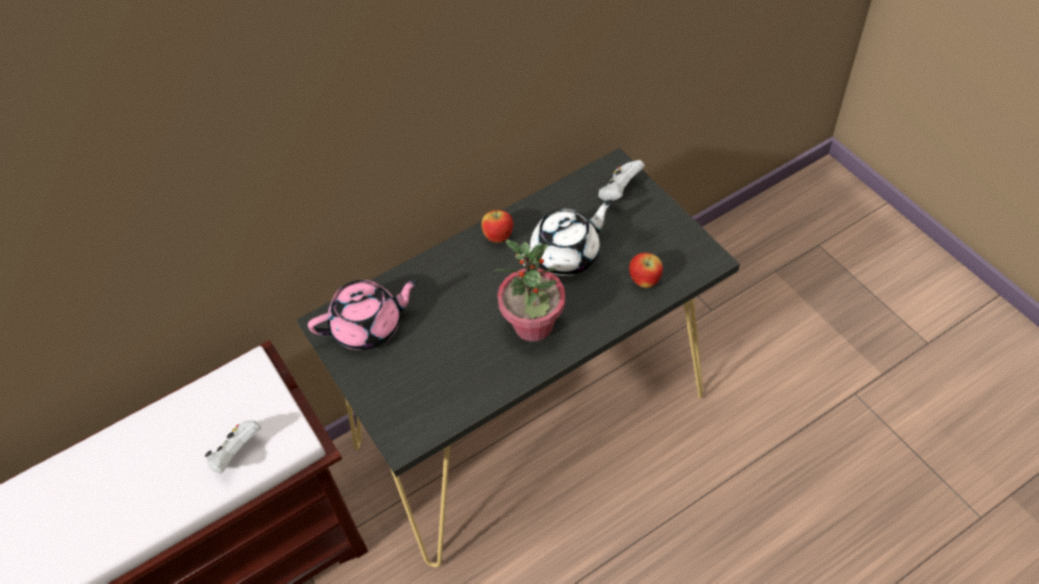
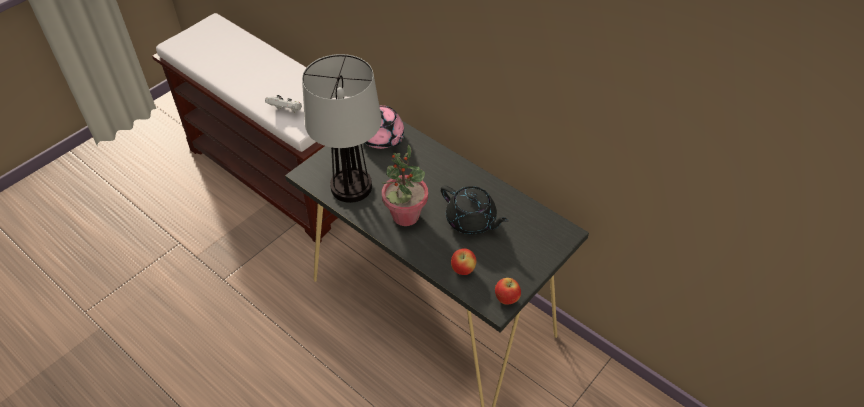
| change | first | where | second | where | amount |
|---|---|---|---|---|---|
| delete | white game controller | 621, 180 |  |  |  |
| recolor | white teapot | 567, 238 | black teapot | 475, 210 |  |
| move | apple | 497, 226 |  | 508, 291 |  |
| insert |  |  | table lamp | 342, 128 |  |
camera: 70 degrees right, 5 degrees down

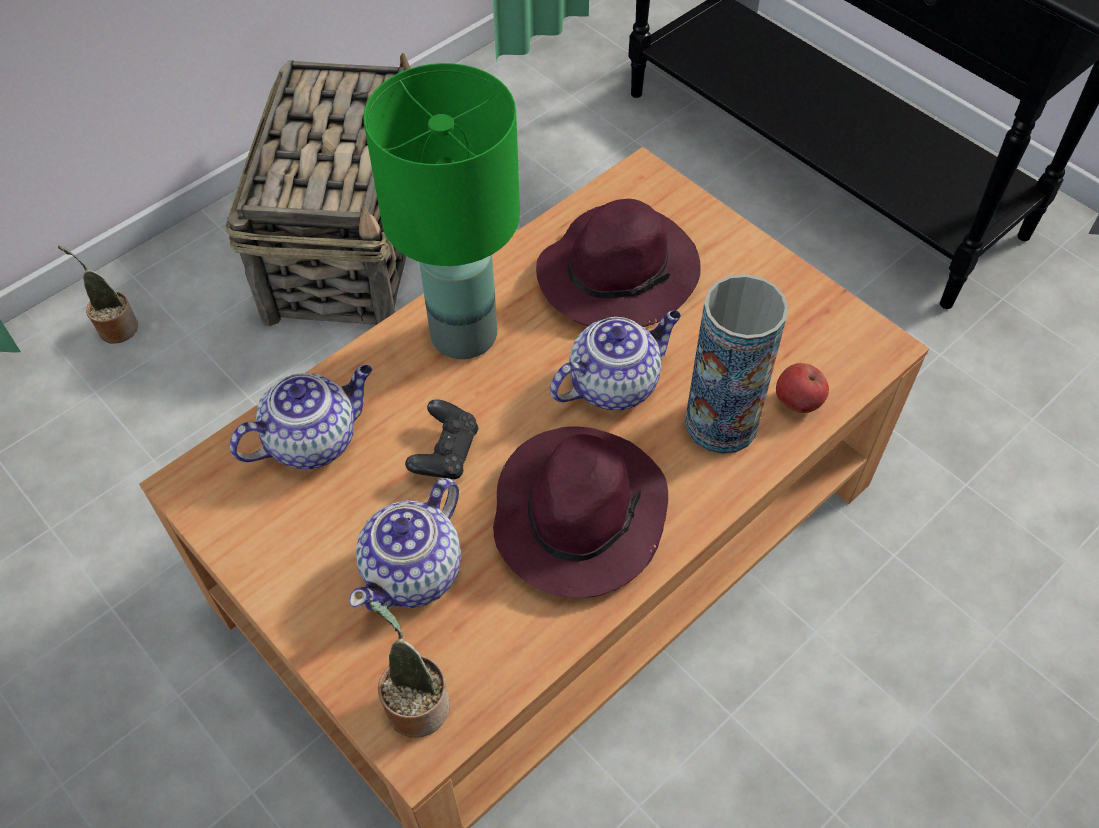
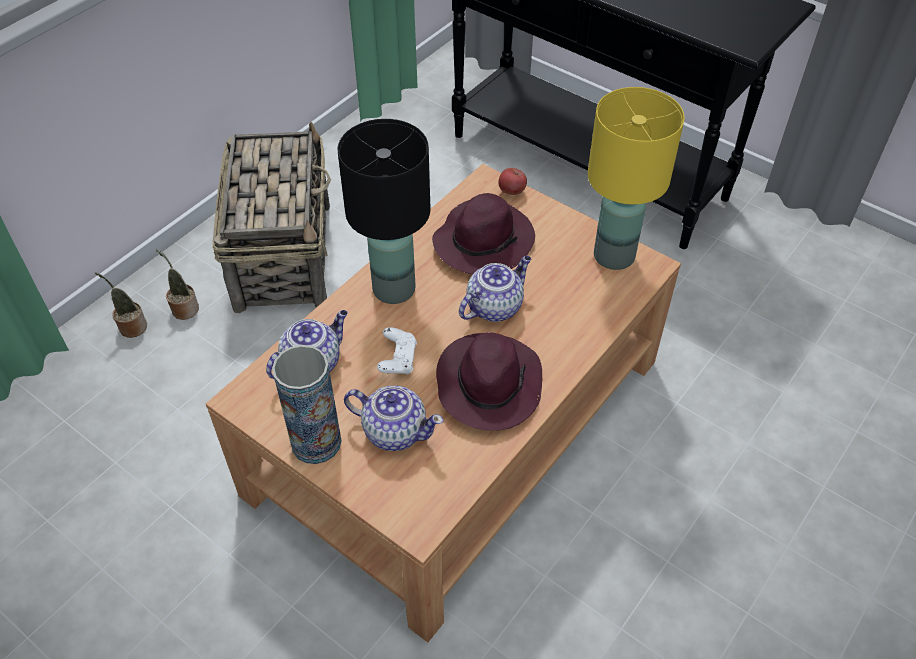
| change | first | where | second | where | amount |
|---|---|---|---|---|---|
| recolor | green table lamp | 442, 211 | black table lamp | 383, 211 |  |
| move | vase | 736, 364 |  | 307, 404 |  |
| move | apple | 802, 388 |  | 512, 181 |  |
| recolor | black game controller | 441, 439 | white game controller | 397, 351 |  |
| rotate | teapot | 405, 544 |  | 394, 418 | 90 degrees counterclockwise |
| move | potted plant | 409, 669 |  | 177, 284 |  |
| insert |  |  | yellow table lamp | 636, 178 |  |
camera: 10 degrees left, 5 degrees down

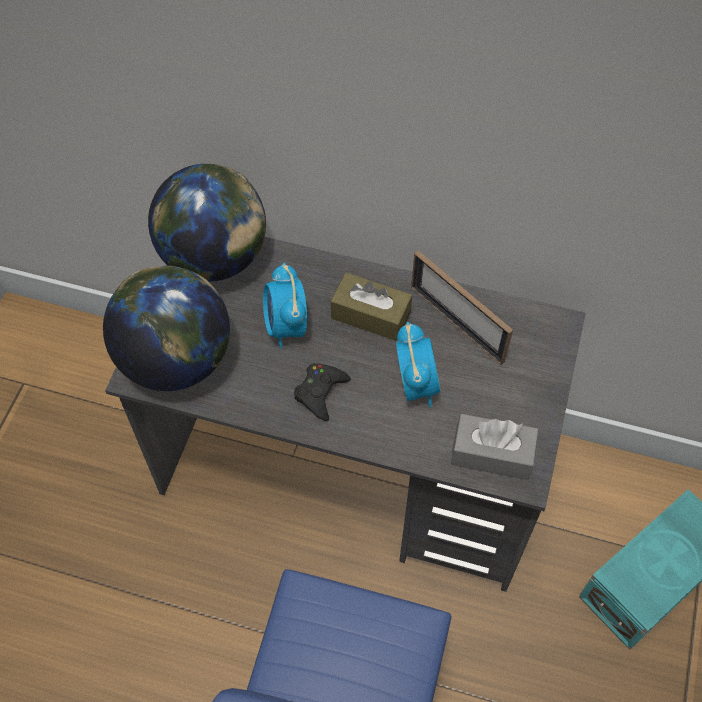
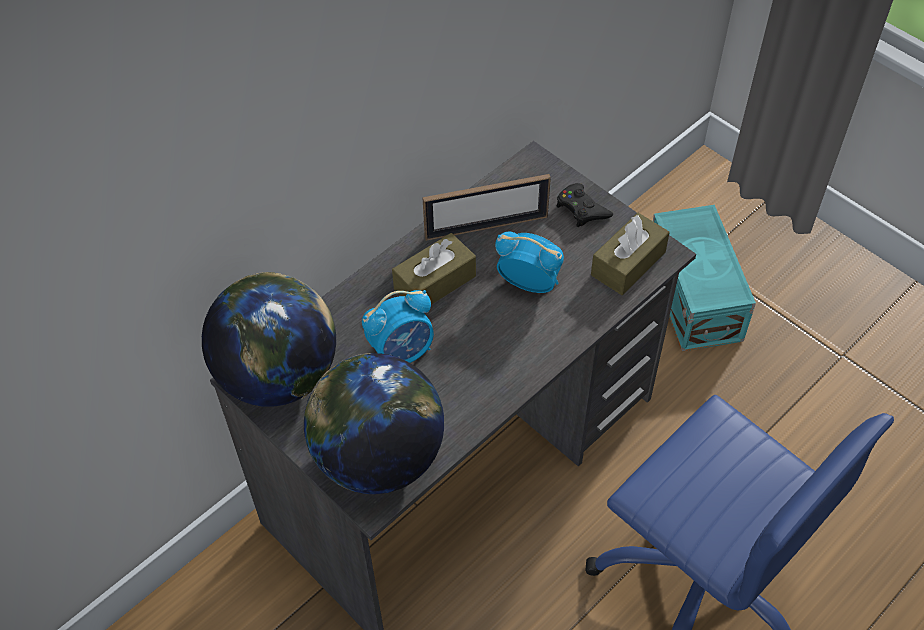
| change | first | where | second | where | amount |
|---|---|---|---|---|---|
| rotate | alarm clock | 285, 305 |  | 398, 326 | 45 degrees counterclockwise |
| move | black game controller | 322, 392 |  | 585, 205 |  |
| recolor | grey tissue box | 495, 447 | brown tissue box | 630, 254 |  |
camera: 60 degrees left, 5 degrees down

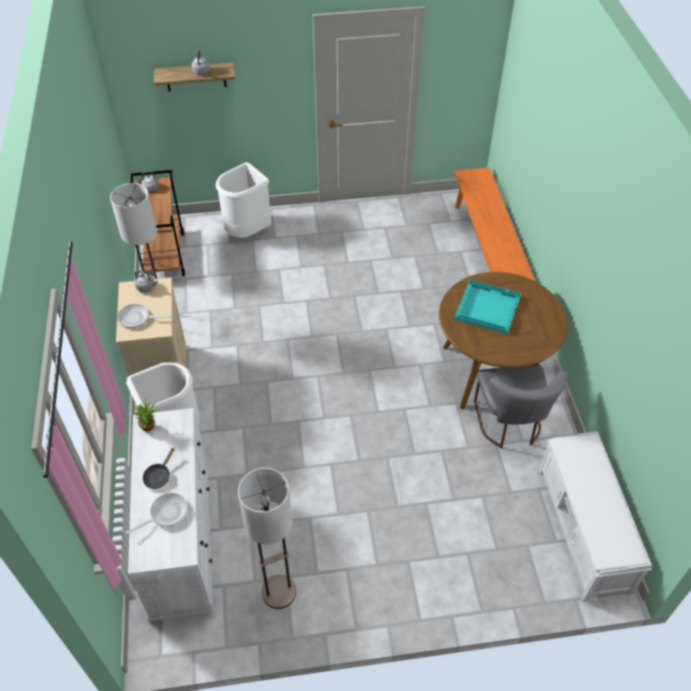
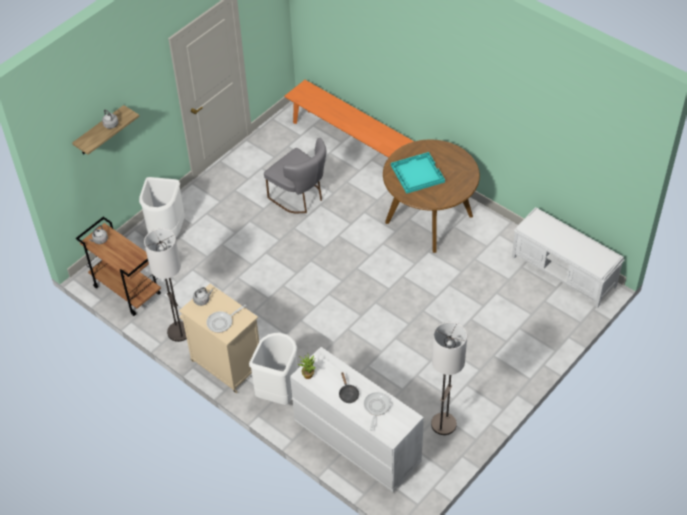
| change | first | where | second | where | amount |
|---|---|---|---|---|---|
| move | grey chair | 520, 406 |  | 295, 175 |  |
camera: 40 degrees left, 0 degrees up

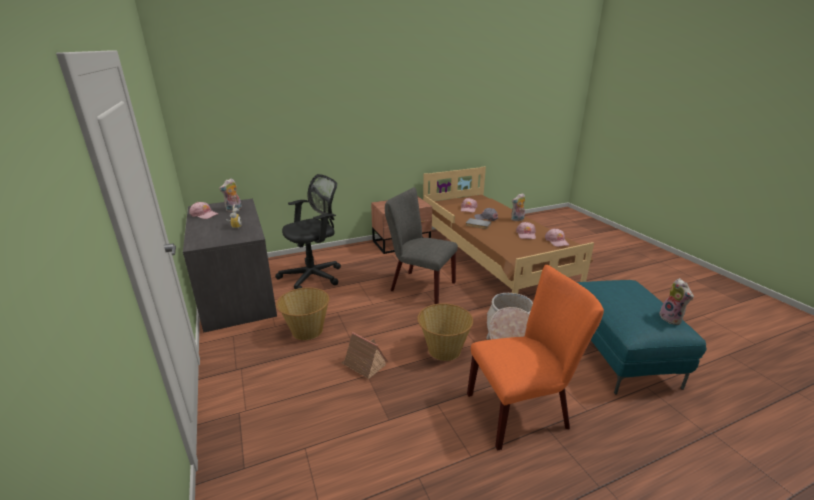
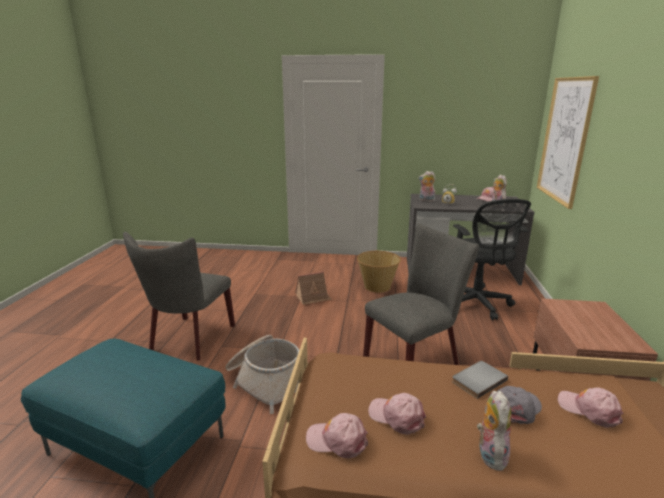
| change | first | where | second | where | amount |
|---|---|---|---|---|---|
| recolor | orange chair | 535, 358 | grey chair | 179, 296 |  |
| move | plush toy | 676, 301 |  | 427, 186 |  |
| delete | basket | 445, 332 |  |  |  |
| insert |  |  | picture | 568, 142 |  |
camera: 120 degrees right, 5 degrees down

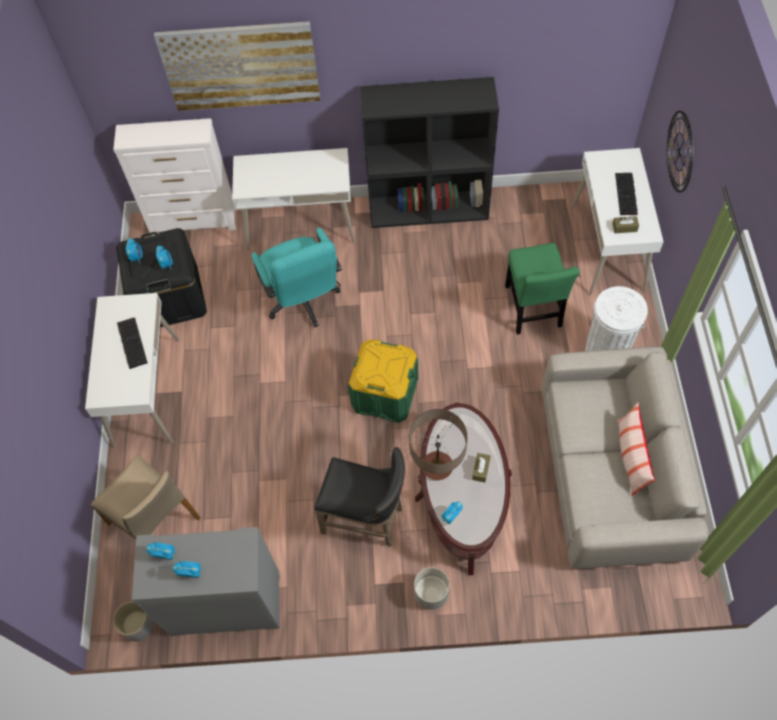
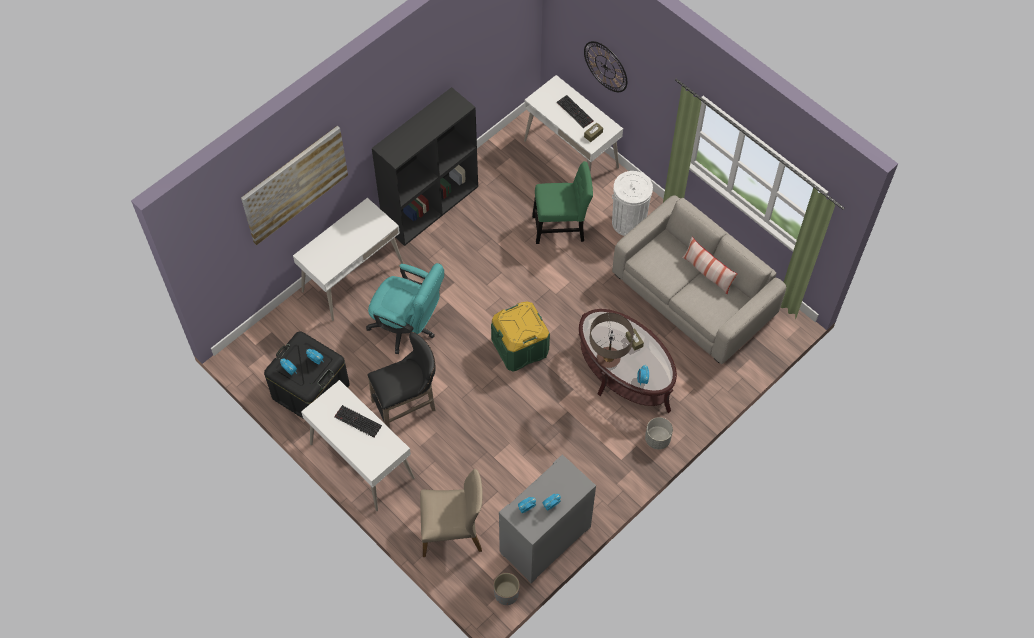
| change | first | where | second | where | amount |
|---|---|---|---|---|---|
| delete | white dresser | 174, 177 |  |  |  |
| rotate | green chair | 542, 289 |  | 562, 202 | 45 degrees counterclockwise |
| move | black stool | 359, 497 |  | 401, 380 |  |
camera: 45 degrees left, 0 degrees up

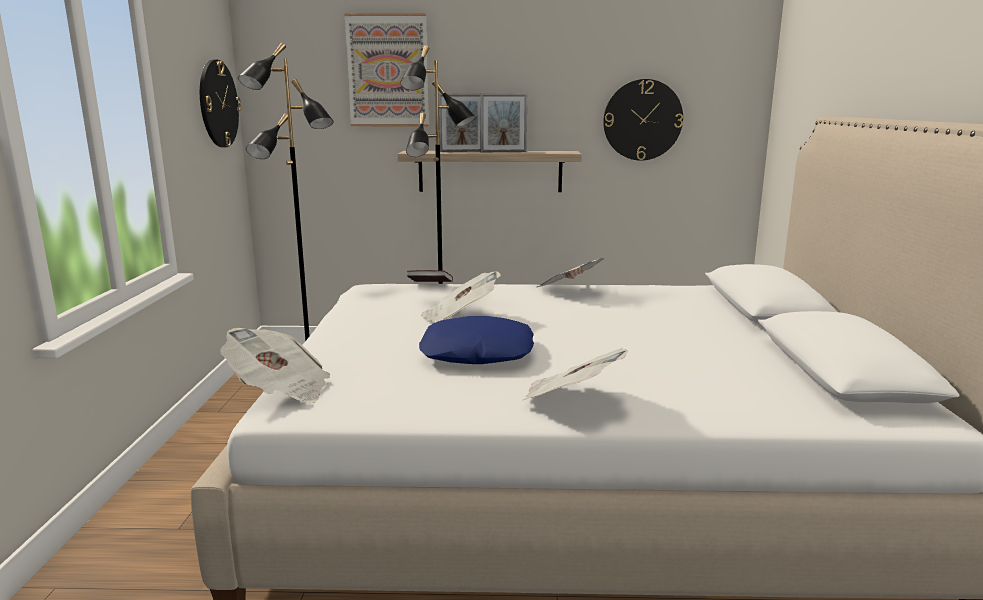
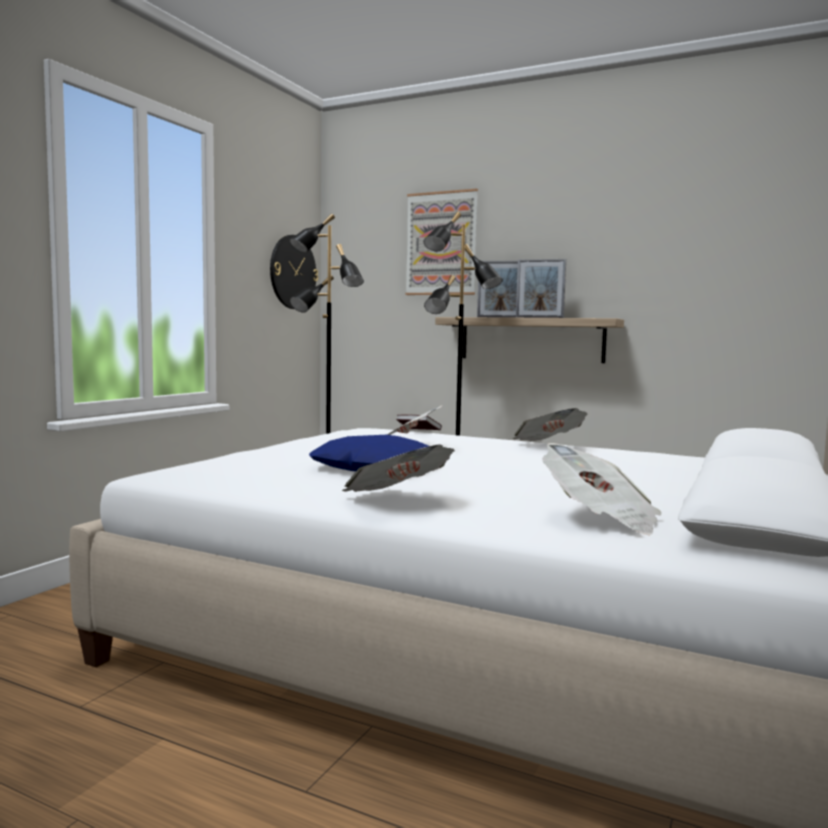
| change | first | where | second | where | amount |
|---|---|---|---|---|---|
| delete | wall clock | 643, 120 |  |  |  |
| move | newspaper | 275, 366 |  | 601, 489 |  |
camera: 25 degrees right, 10 degrees down

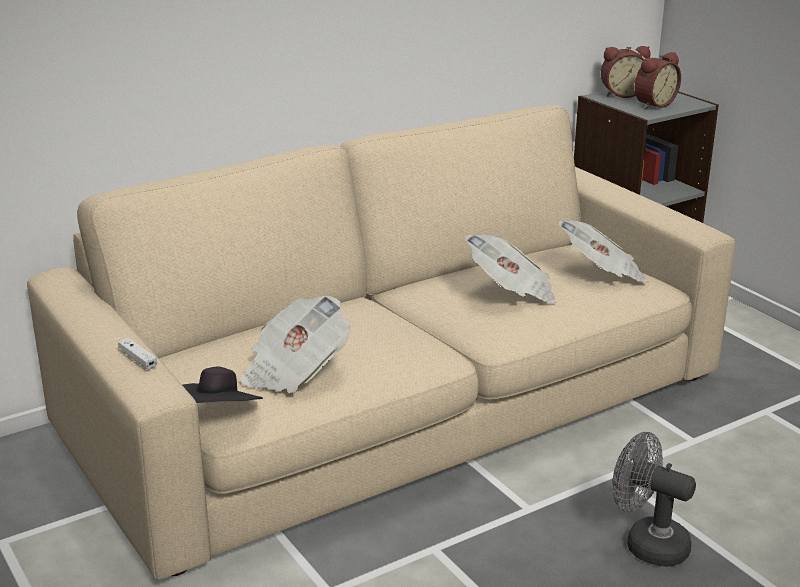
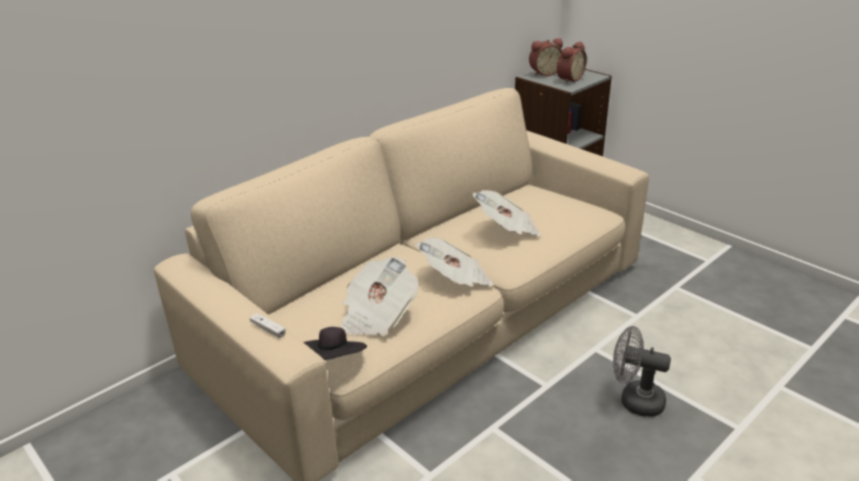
| change | first | where | second | where | amount |
|---|---|---|---|---|---|
| move | newspaper | 603, 251 |  | 455, 262 |  |
camera: 10 degrees left, 5 degrees up

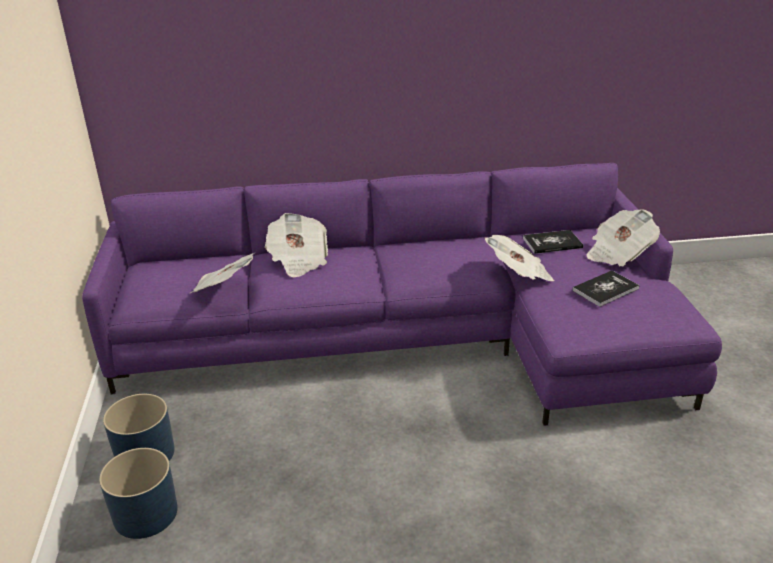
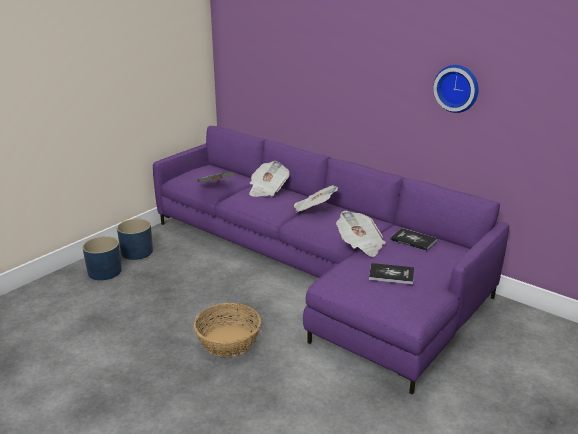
| change | first | where | second | where | amount |
|---|---|---|---|---|---|
| move | newspaper | 623, 237 |  | 316, 199 |  |
| insert |  |  | wall clock | 456, 89 |  |
| insert |  |  | basket | 227, 330 |  |
camera: 45 degrees right, 5 degrees down

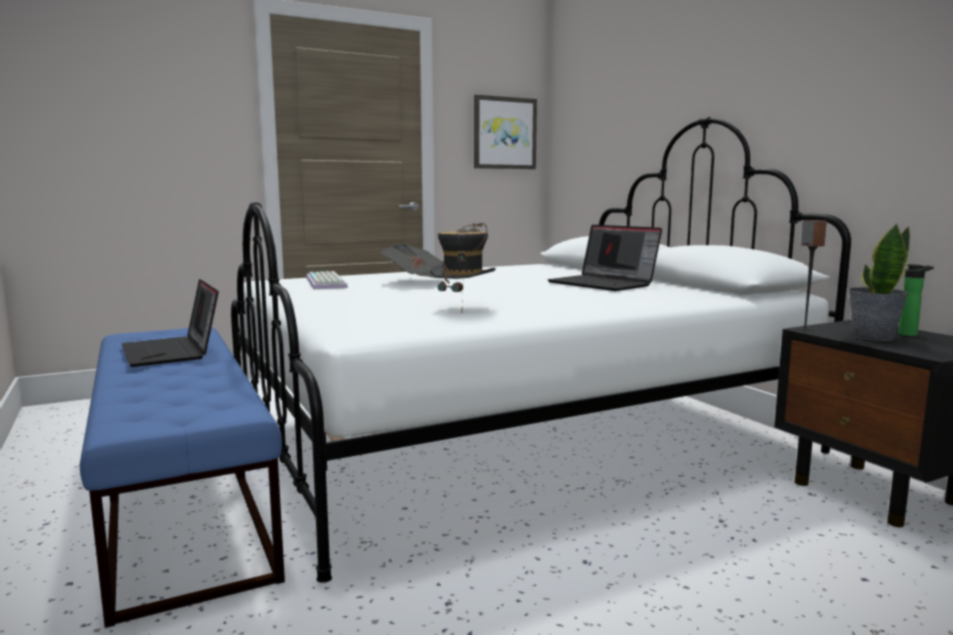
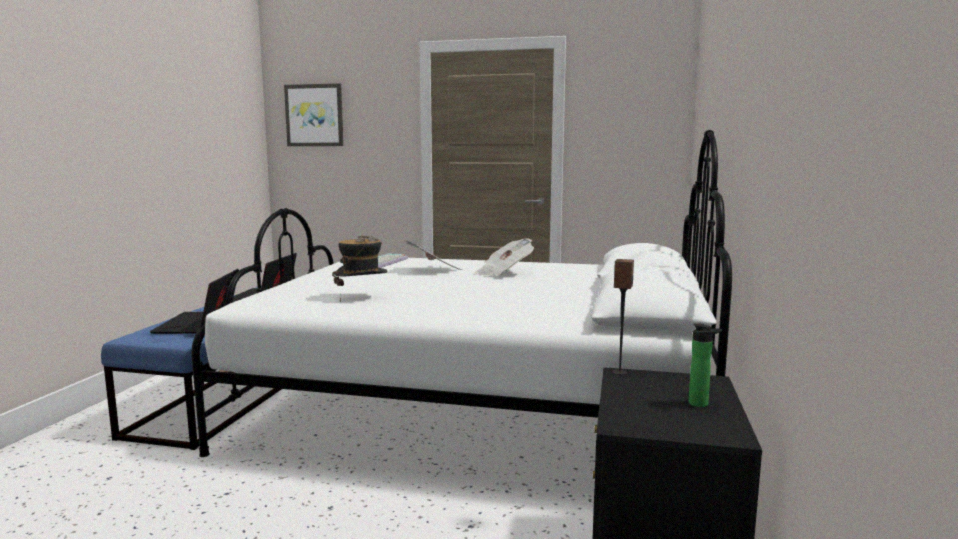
| change | first | where | second | where | amount |
|---|---|---|---|---|---|
| move | picture | 505, 132 |  | 314, 114 |  |
| delete | potted plant | 879, 282 |  |  |  |
| move | laptop | 605, 258 |  | 194, 301 |  |
| insert |  |  | newspaper | 504, 257 |  |
camera: 40 degrees right, 0 degrees up

